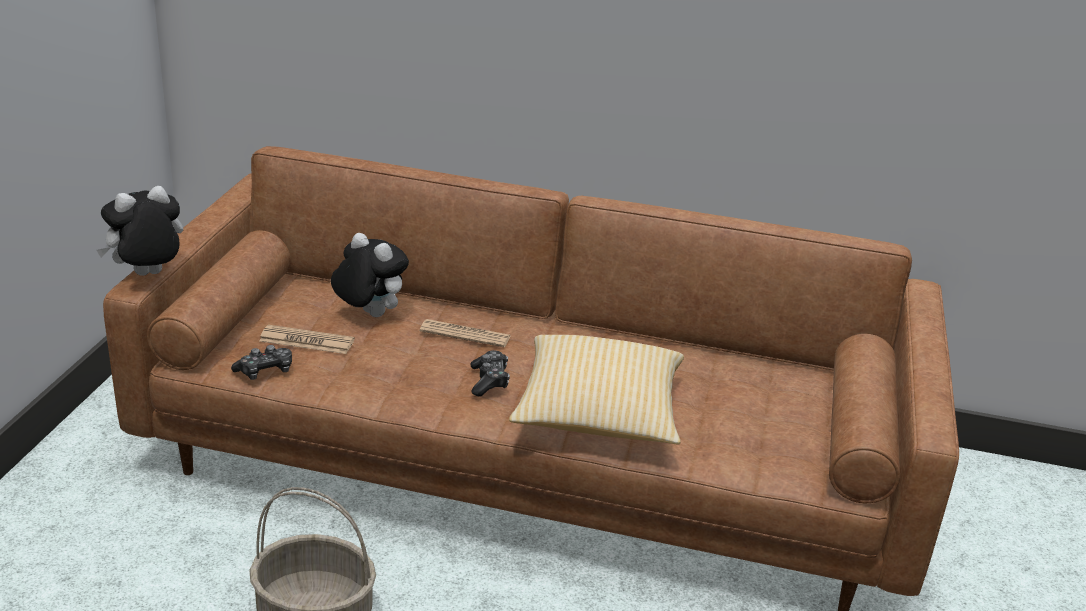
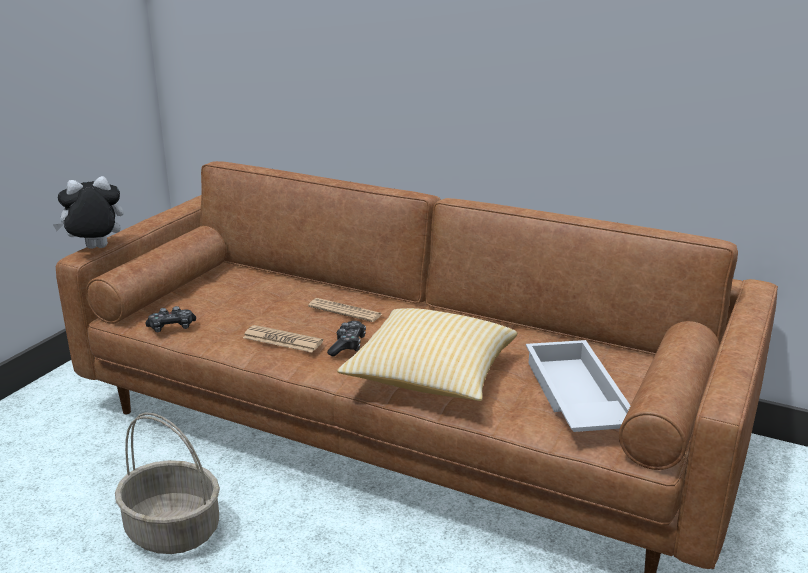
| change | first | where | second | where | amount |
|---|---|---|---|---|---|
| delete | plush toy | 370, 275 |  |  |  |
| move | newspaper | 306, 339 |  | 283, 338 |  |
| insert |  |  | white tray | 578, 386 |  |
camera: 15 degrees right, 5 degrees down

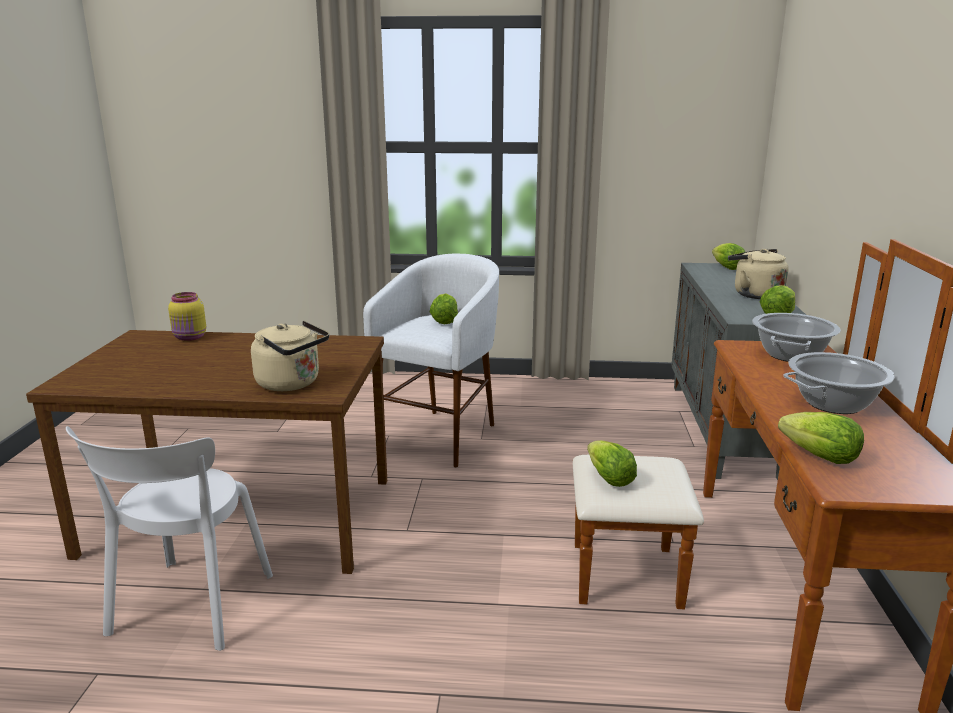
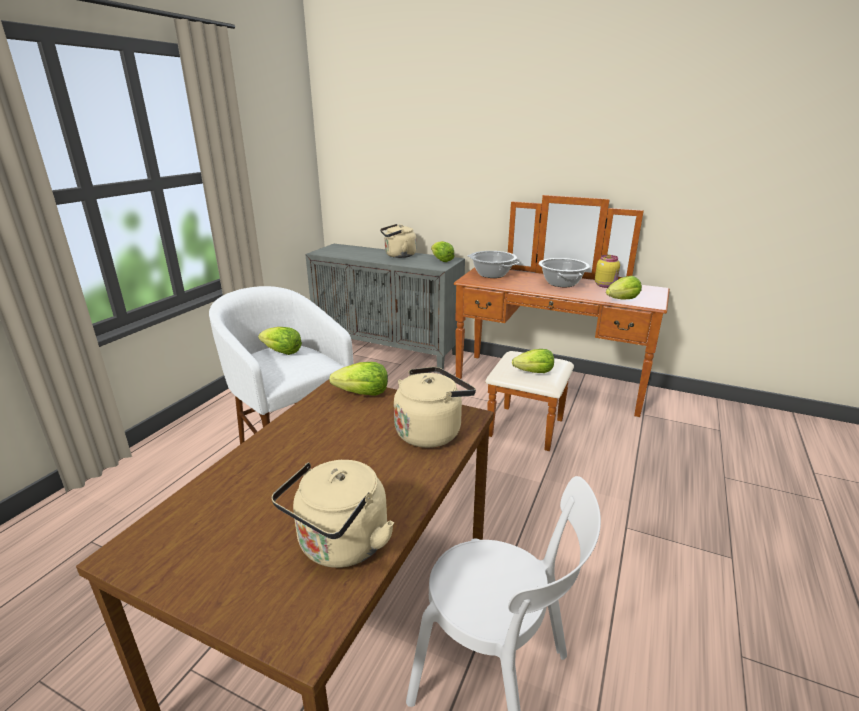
| change | first | where | second | where | amount |
|---|---|---|---|---|---|
| move | lettuce | 728, 256 |  | 358, 379 |  |
| move | yellow jar | 187, 316 |  | 607, 271 |  |
| insert |  |  | beige kettle | 332, 514 |  |
camera: 70 degrees left, 5 degrees up

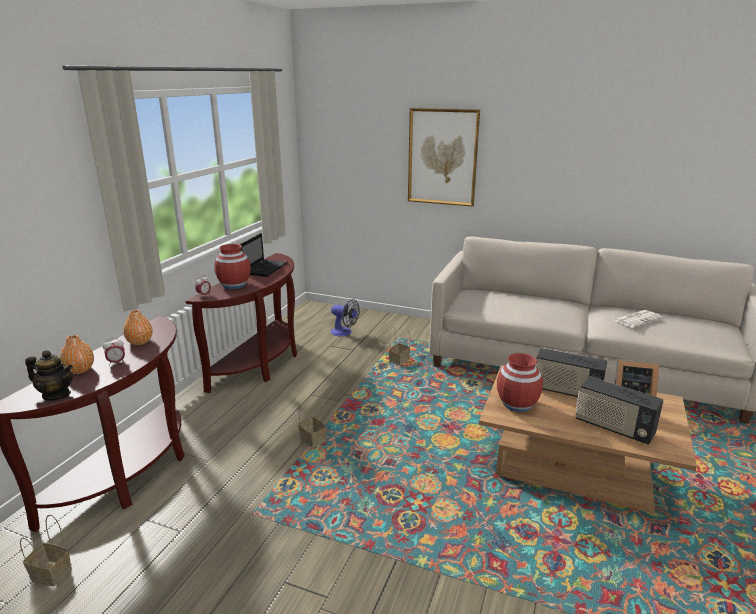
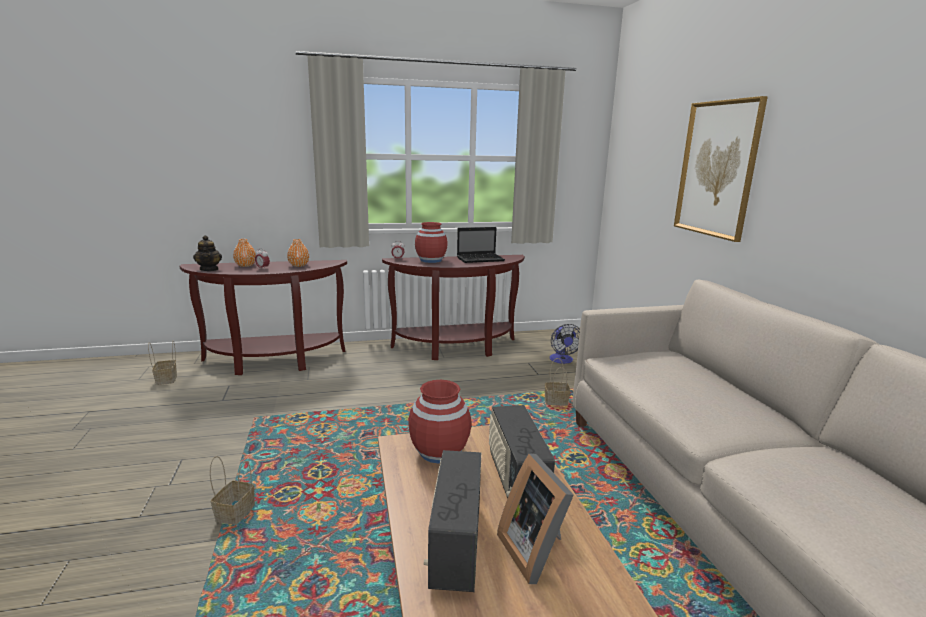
| change | first | where | second | where | amount |
|---|---|---|---|---|---|
| delete | newspaper | 638, 319 |  |  |  |
| move | basket | 312, 422 |  | 232, 490 |  |
camera: 55 degrees right, 5 degrees down

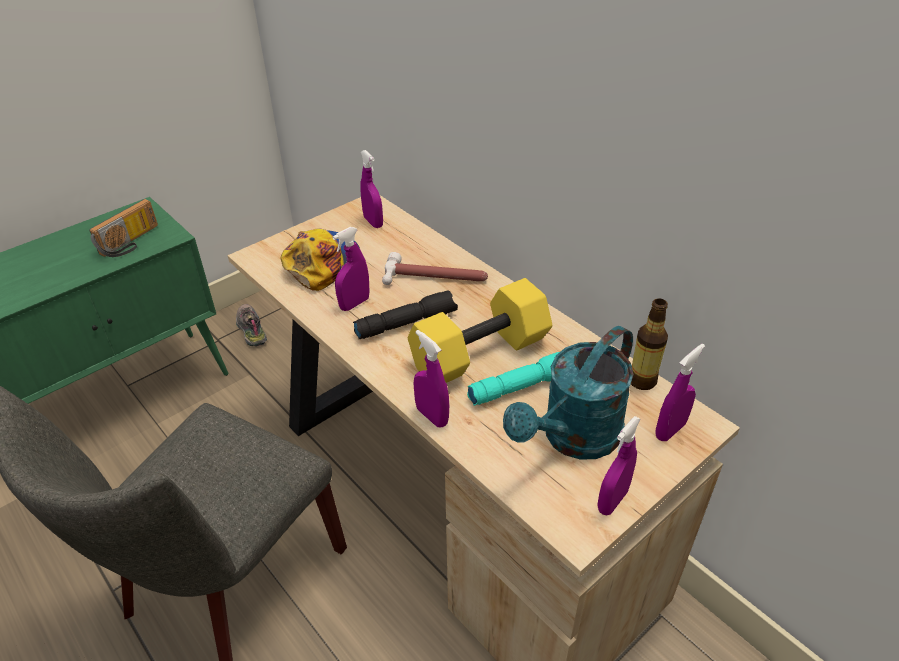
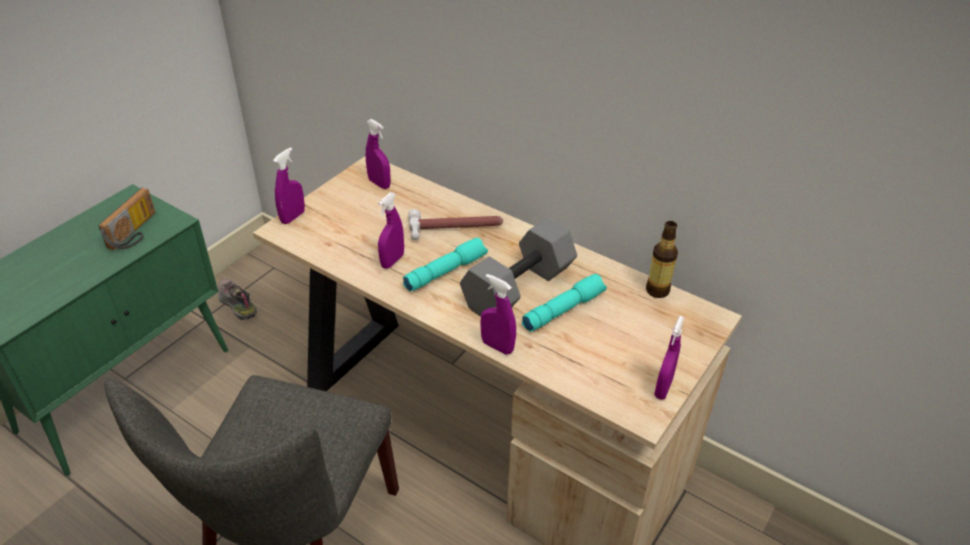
| change | first | where | second | where | amount |
|---|---|---|---|---|---|
| delete | cap | 320, 259 |  |  |  |
| recolor | yellow dumbbell | 480, 330 | grey dumbbell | 518, 267 |  |
| recolor | black flashlight | 405, 315 | turquoise flashlight | 445, 265 |  |
| delete | turquoise watering can | 568, 393 |  |  |  |
| move | purple spray bottle | 680, 392 |  | 289, 185 |  |
camera: 15 degrees left, 0 degrees up

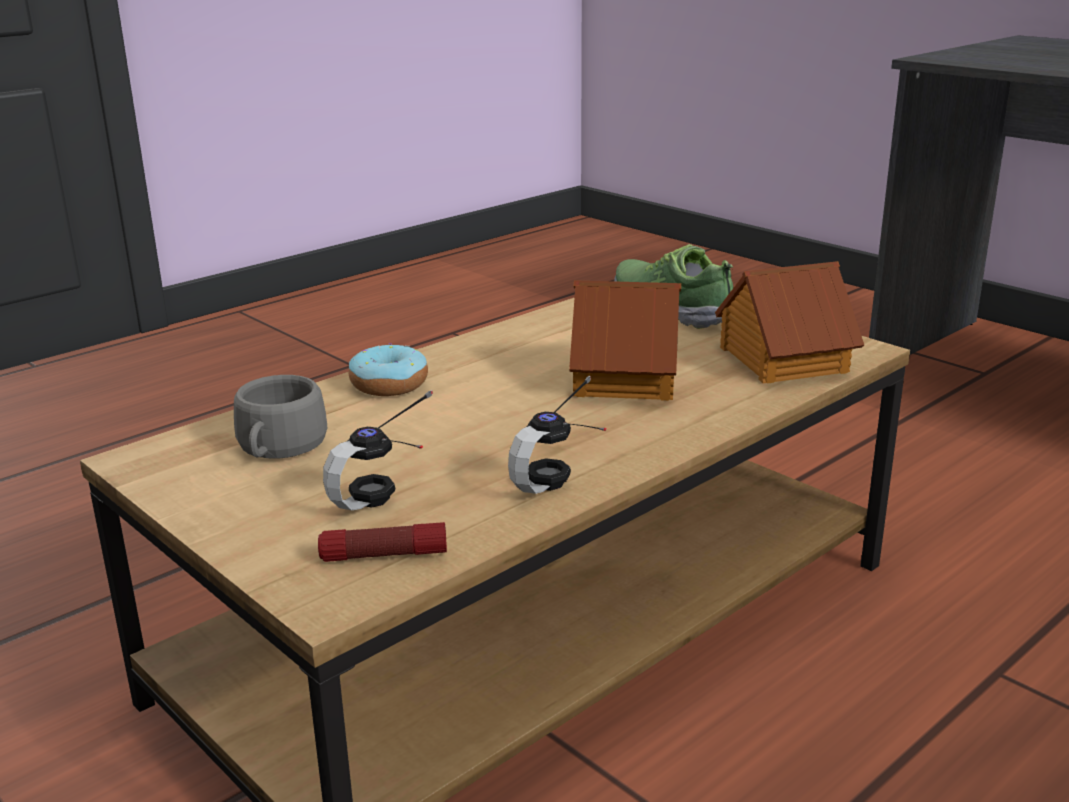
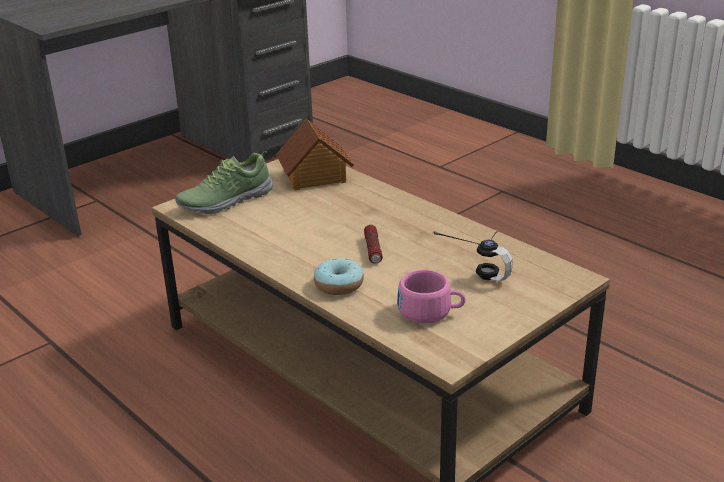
| change | first | where | second | where | amount |
|---|---|---|---|---|---|
| delete | toy house | 625, 340 |  |  |  |
| recolor | grey cup | 280, 417 | pink cup | 431, 296 |  |
| delete | headphones | 557, 435 |  |  |  |
| move | flashlight | 382, 542 |  | 373, 244 |  |
camera: 90 degrees left, 5 degrees up

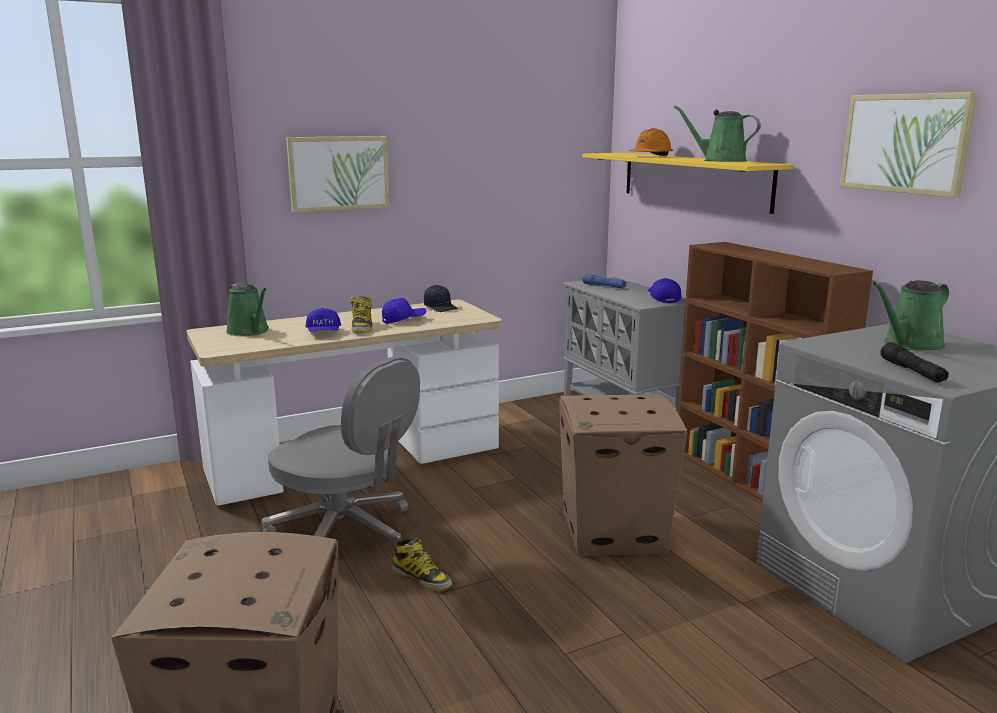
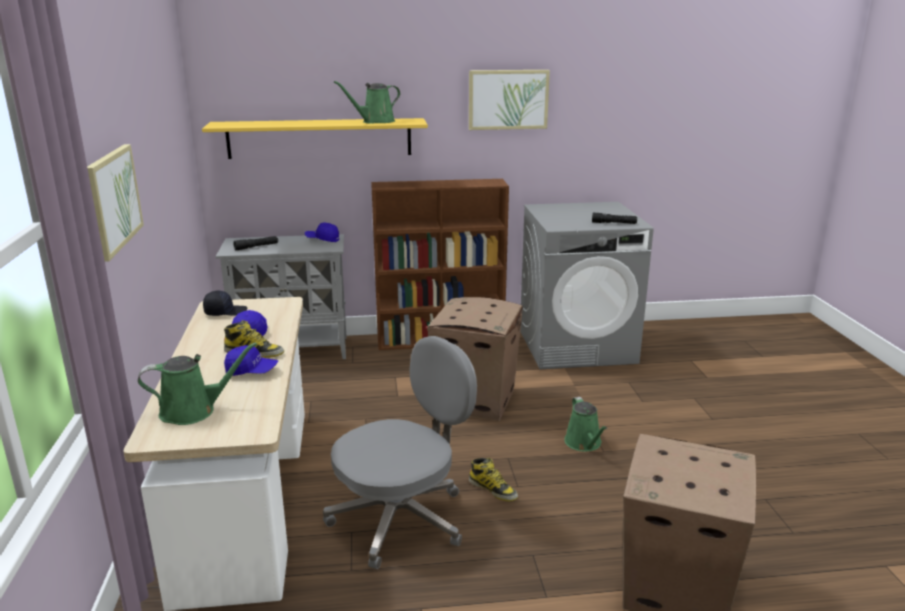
| change | first | where | second | where | amount |
|---|---|---|---|---|---|
| delete | orange hard hat | 651, 142 |  |  |  |
| recolor | blue flashlight | 604, 281 | black flashlight | 255, 243 |  |
| move | green watering can | 911, 315 |  | 585, 424 |  |
| rotate | boot | 422, 564 |  | 493, 479 | 75 degrees clockwise |
camera: 70 degrees left, 5 degrees up

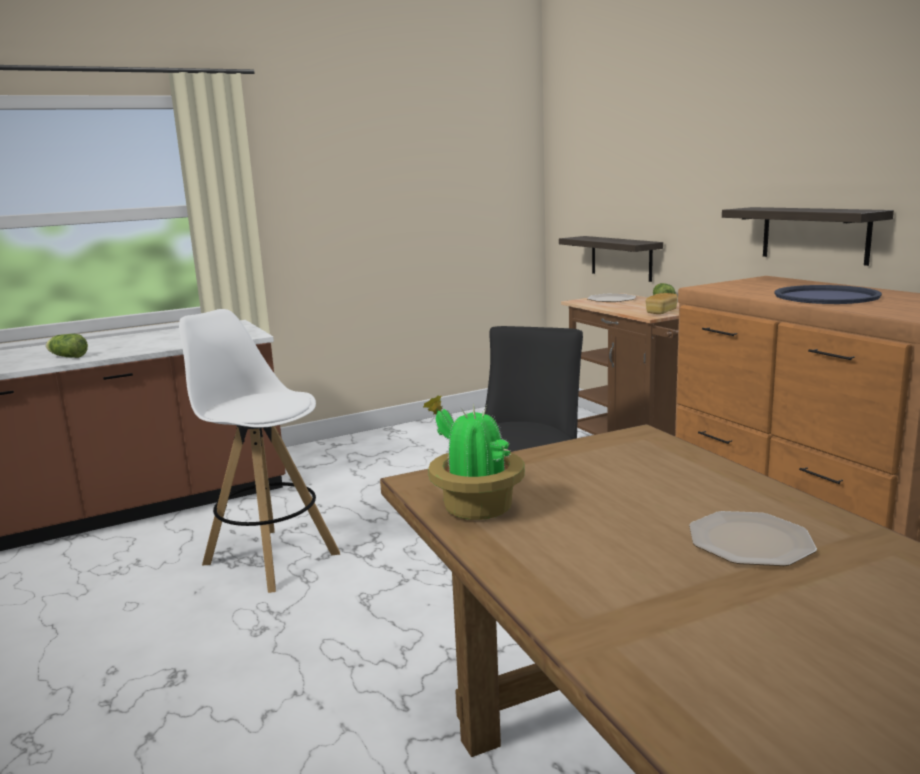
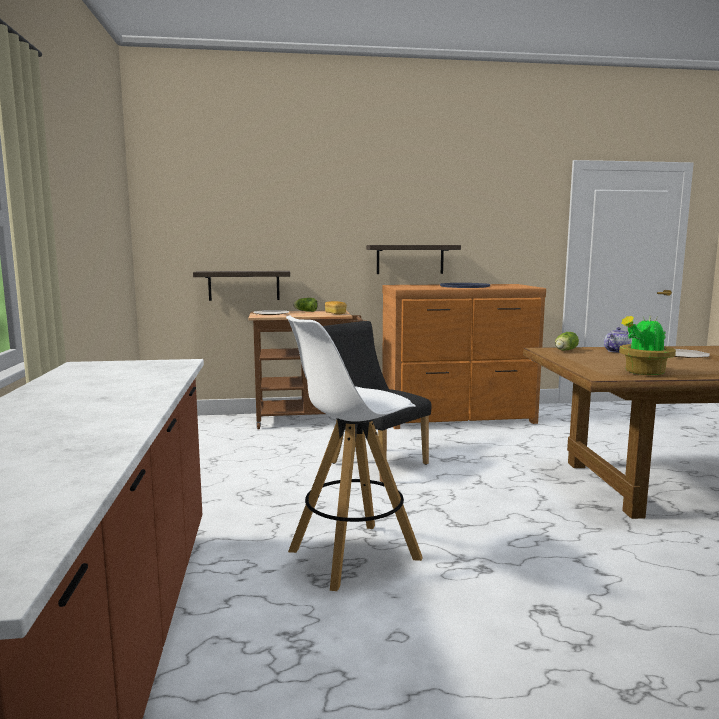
| change | first | where | second | where | amount |
|---|---|---|---|---|---|
| move | lettuce | 67, 346 |  | 567, 341 |  |
| insert |  |  | teapot | 617, 340 |  |
camera: 70 degrees left, 5 degrees down

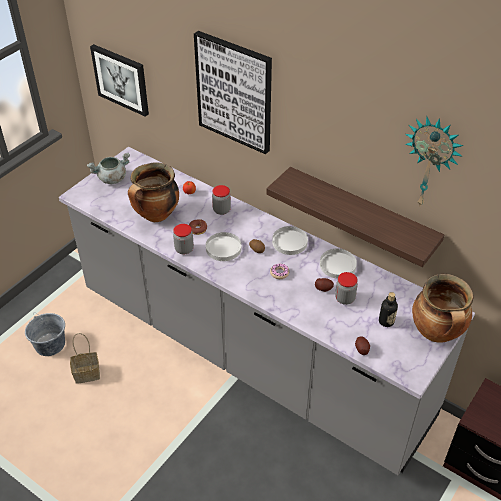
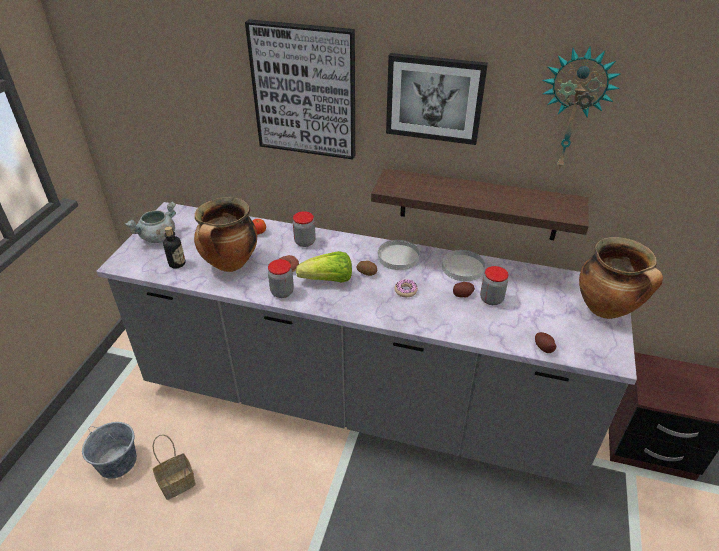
| change | first | where | second | where | amount |
|---|---|---|---|---|---|
| move | picture | 119, 80 |  | 437, 99 |  |
| replace | white plate | 223, 246 | lettuce | 324, 267 |  |
| move | bottle | 388, 309 |  | 174, 247 |  |
camera: 20 degrees left, 5 degrees down

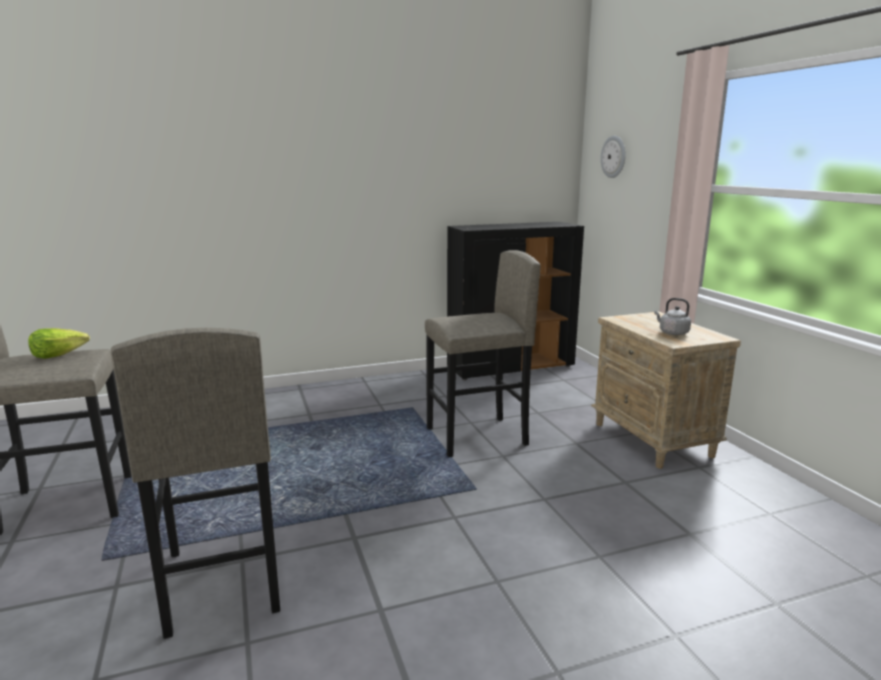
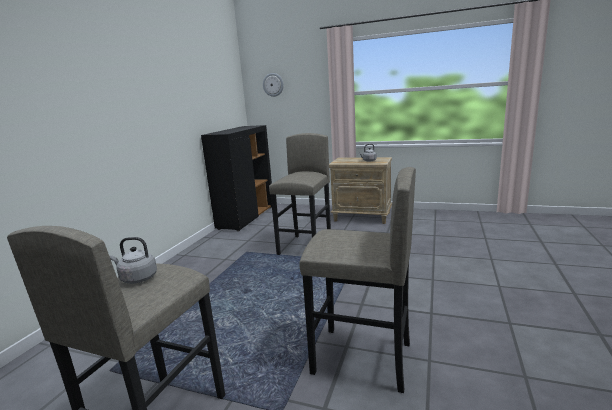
| change | first | where | second | where | amount |
|---|---|---|---|---|---|
| replace | lettuce | 59, 343 | grey kettle | 133, 260 |  |
camera: 50 degrees left, 0 degrees up

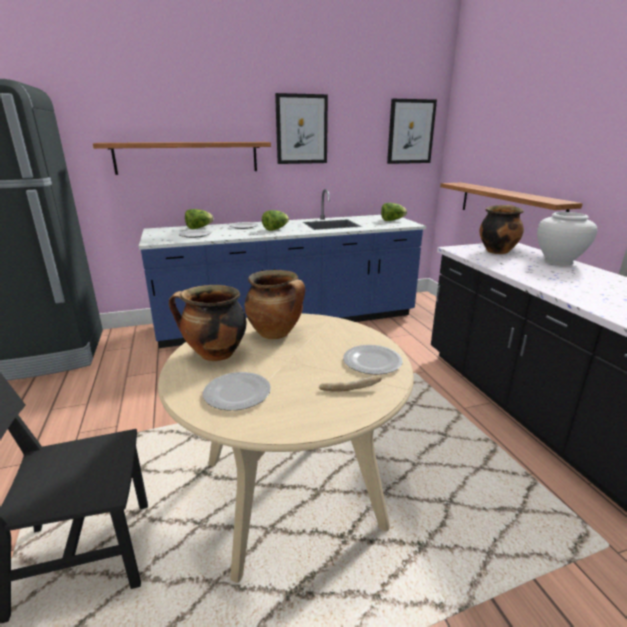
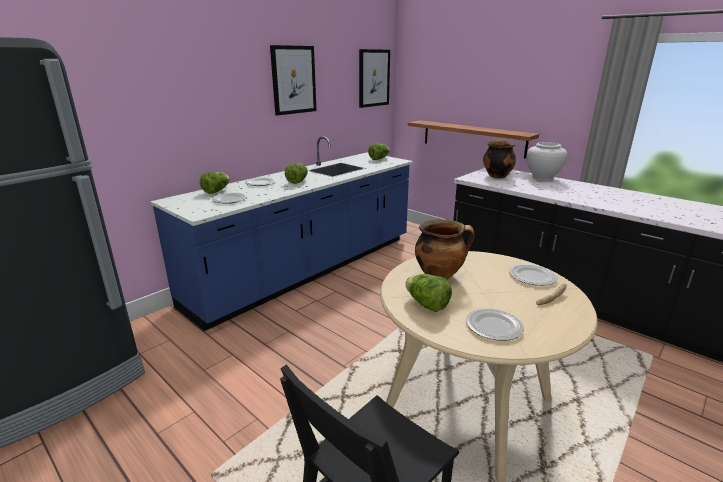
| change | first | where | second | where | amount |
|---|---|---|---|---|---|
| delete | shelf | 182, 158 |  |  |  |
| replace | cooking pot | 208, 323 | lettuce | 428, 293 |  |
camera: 30 degrees left, 0 degrees up

